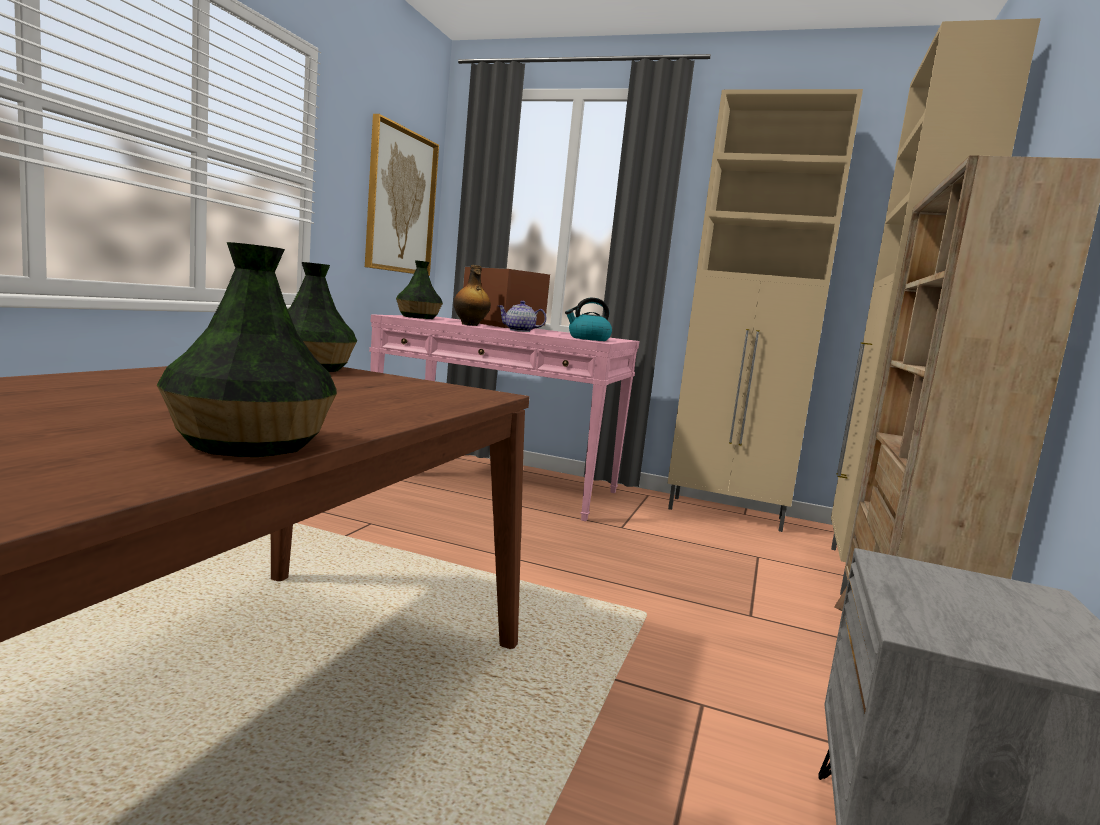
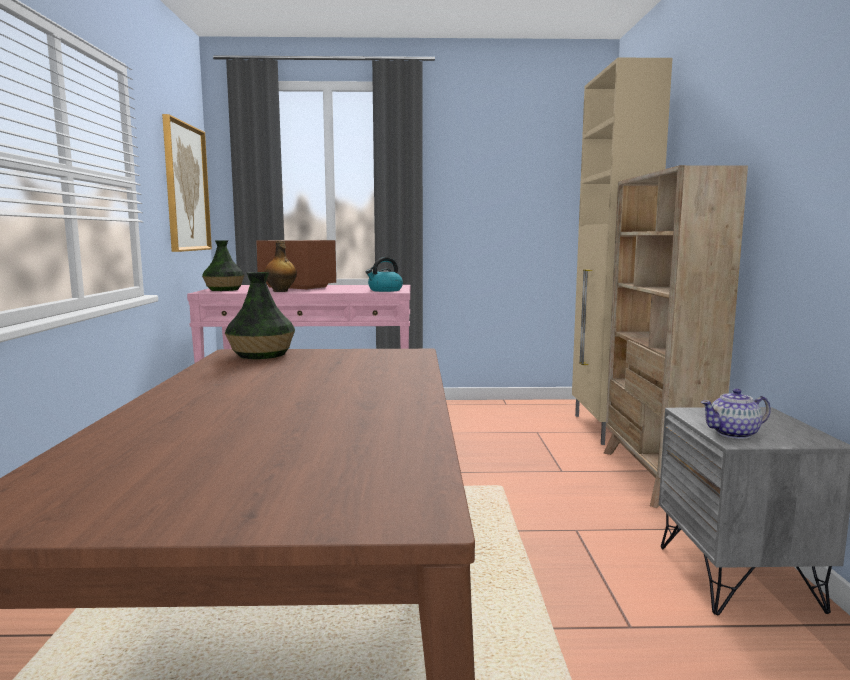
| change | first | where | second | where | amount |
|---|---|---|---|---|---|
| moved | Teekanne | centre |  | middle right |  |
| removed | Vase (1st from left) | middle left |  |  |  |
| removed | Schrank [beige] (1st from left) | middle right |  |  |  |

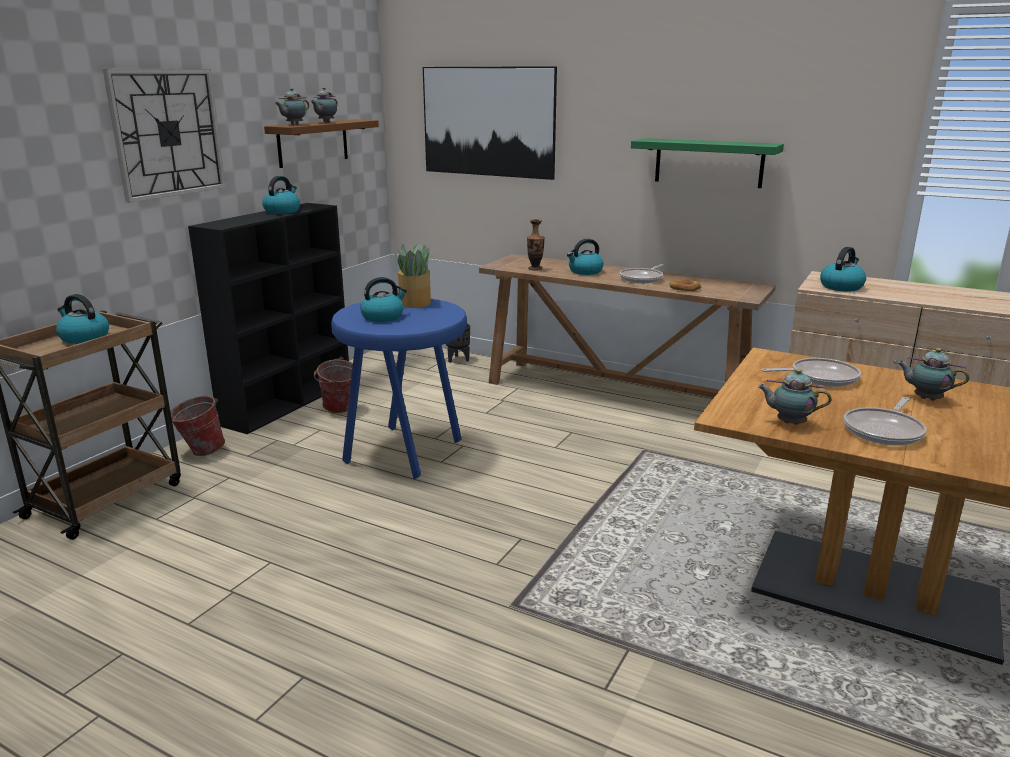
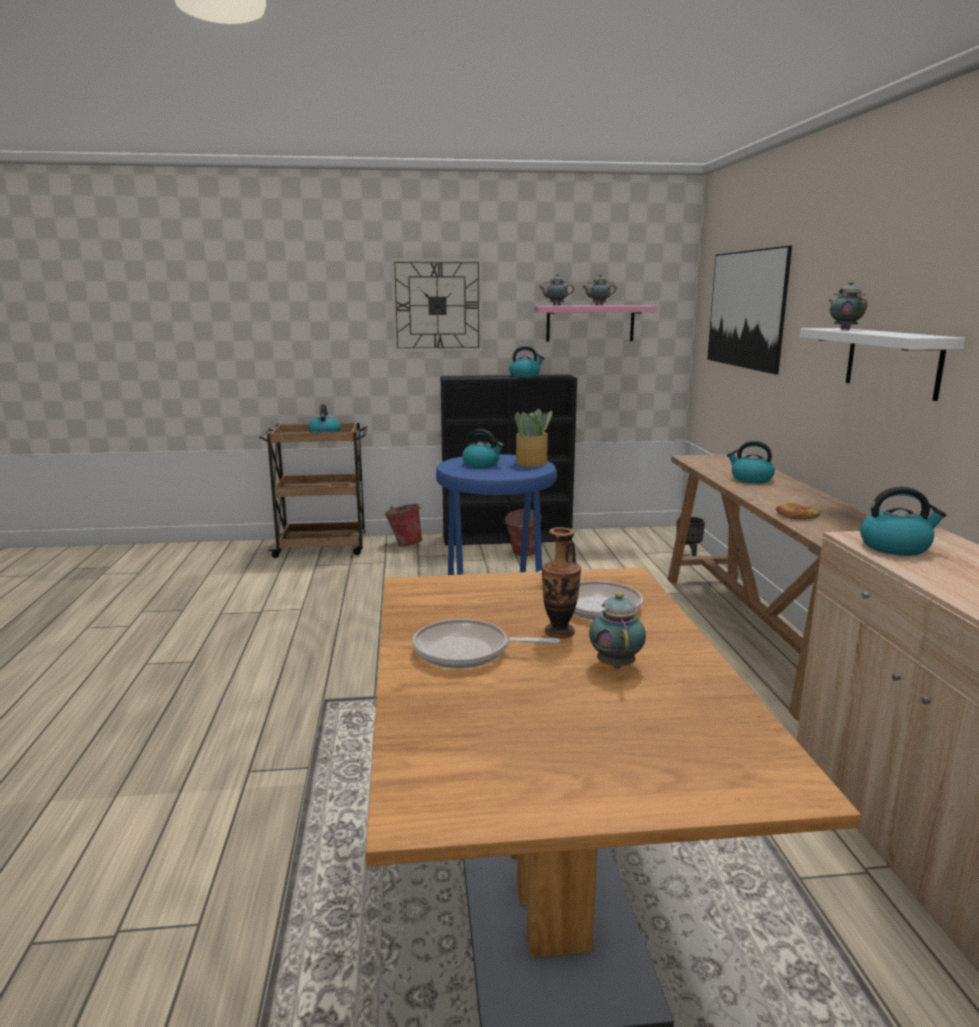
| change | first | where | second | where | amount |
|---|---|---|---|---|---|
| recoloured | Wandregal [braun] | top left | Wandregal [rosa] | top centre |  |
| moved | Vase | top centre |  | centre |  |
| recoloured | Wandregal [grün] | top right | Wandregal [weiß] | middle right |  |
| moved | Teekanne (3rd from left in the first image) | middle right | Teekanne (4th from left) | top right |  |
| removed | Pfanne (1st from left) | centre |  |  |  |

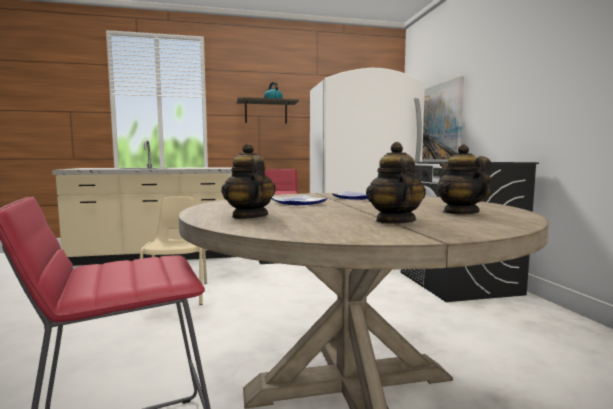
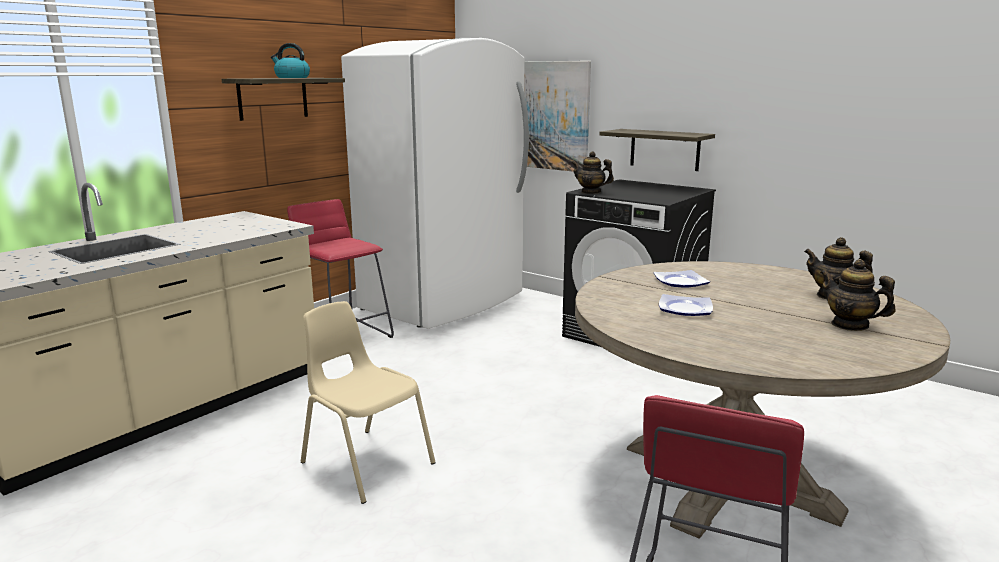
| change | first | where | second | where | amount |
|---|---|---|---|---|---|
| moved | Teekanne (1st from left) | centre |  | top centre |  |
| added |  |  | Wandregal (2nd from left) | top centre |  |

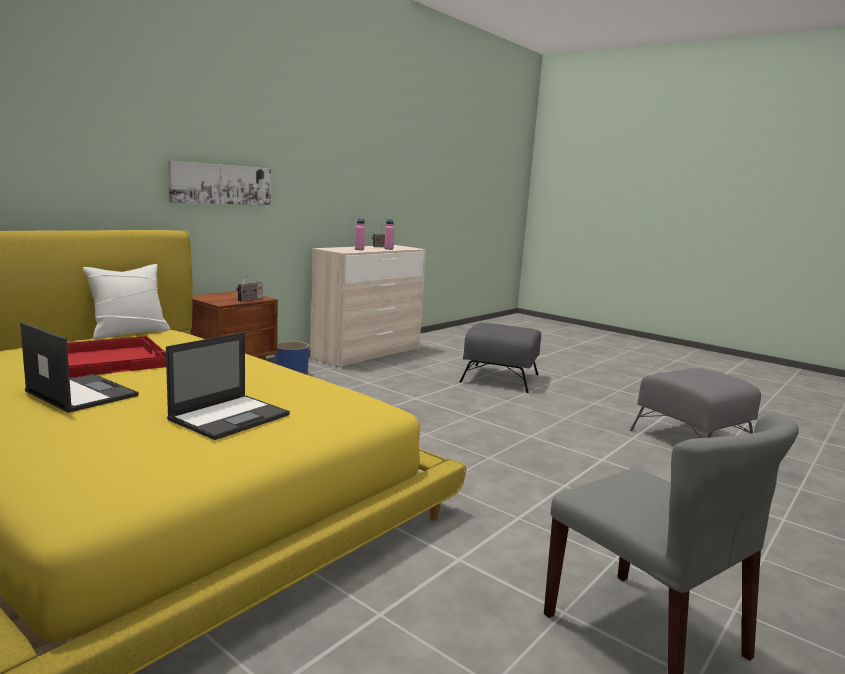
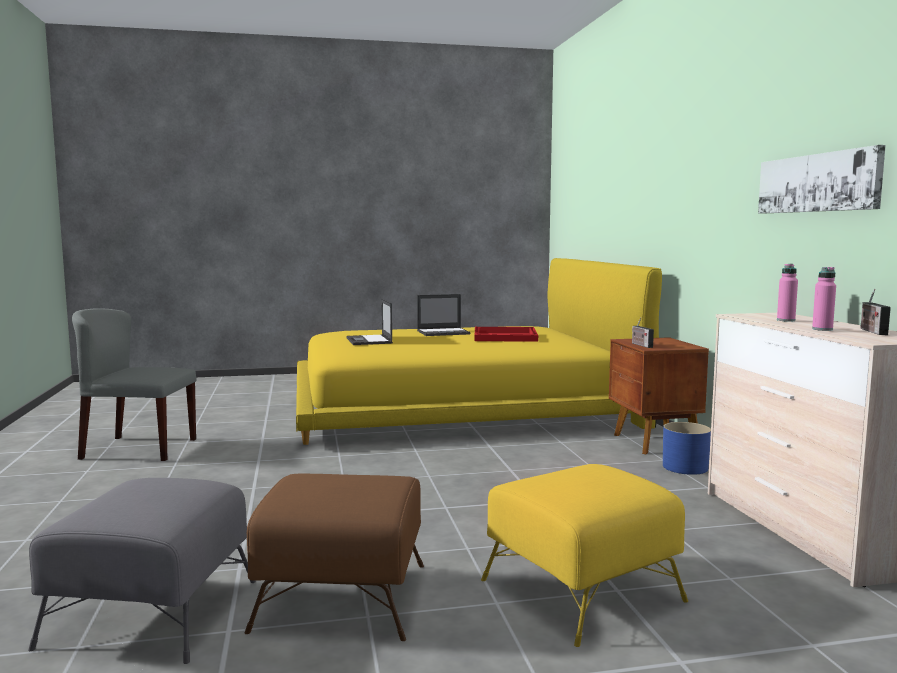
| change | first | where | second | where | amount |
|---|---|---|---|---|---|
| added |  |  | Polsterhocker [braun] | bottom centre |  |
| recoloured | Polsterhocker [grau] (1st from left) | centre | Polsterhocker [gelb] | bottom centre |  |
| moved | Bild | top left |  | top right |  |
| removed | Kissen [weiß] | middle left |  |  |  |

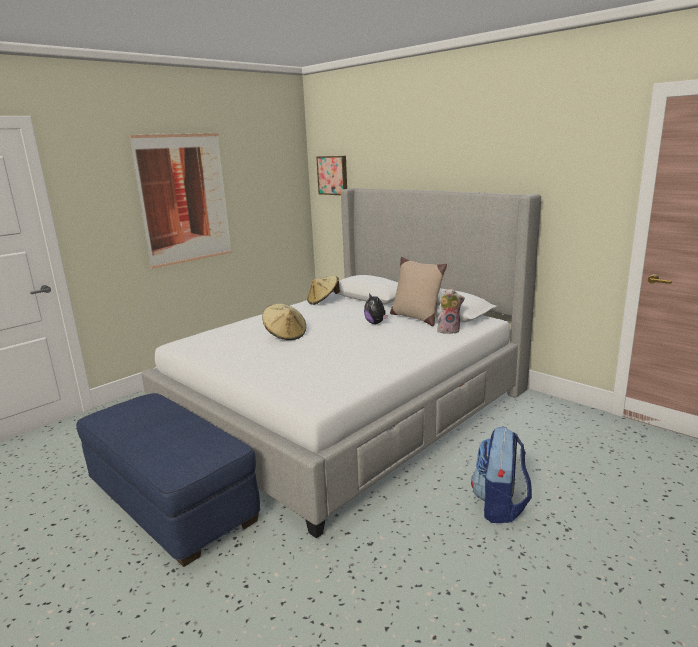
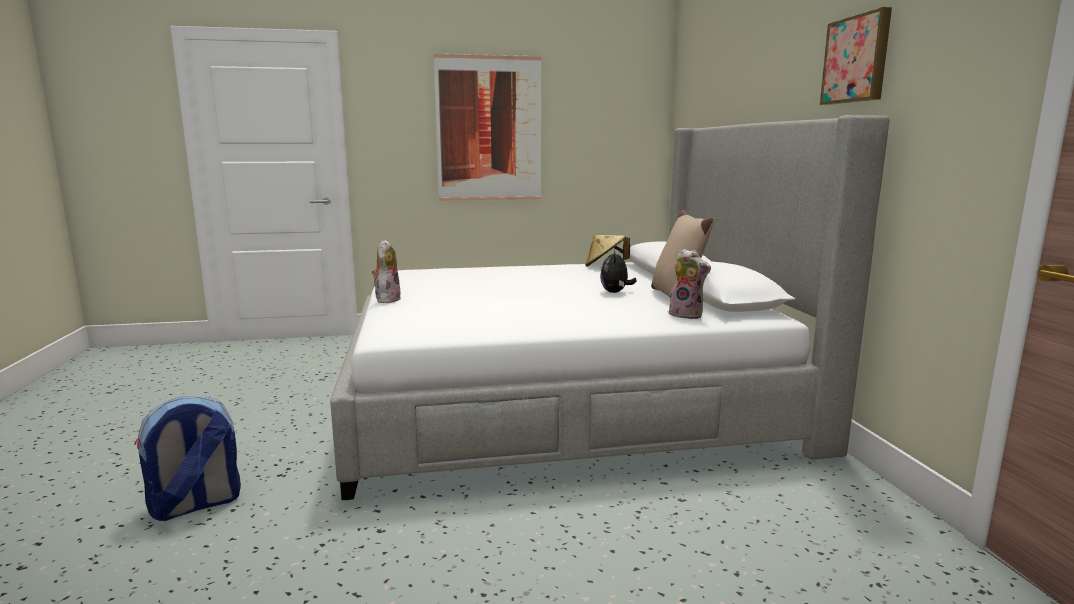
| change | first | where | second | where | amount |
|---|---|---|---|---|---|
| moved | Rucksack | bottom right |  | bottom left |  |
| added |  |  | Plüschtier (1st from left) | centre |  |
| moved | Bild (2nd from left) | top centre |  | top right |  |
| removed | Polsterhocker [blau] | bottom left |  |  |  |
| removed | Hut [beige] (1st from left) | centre |  |  |  |

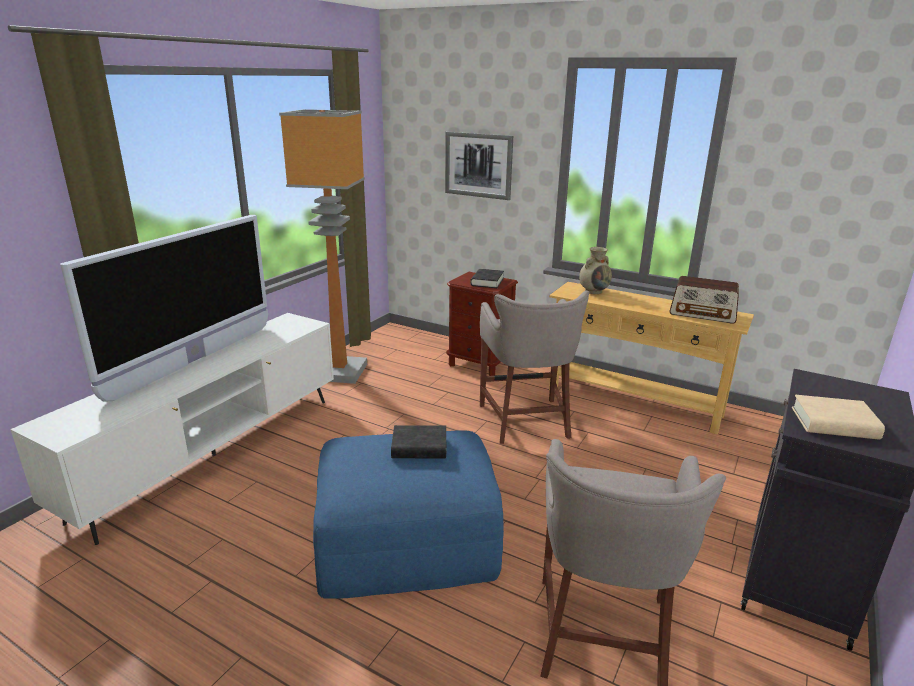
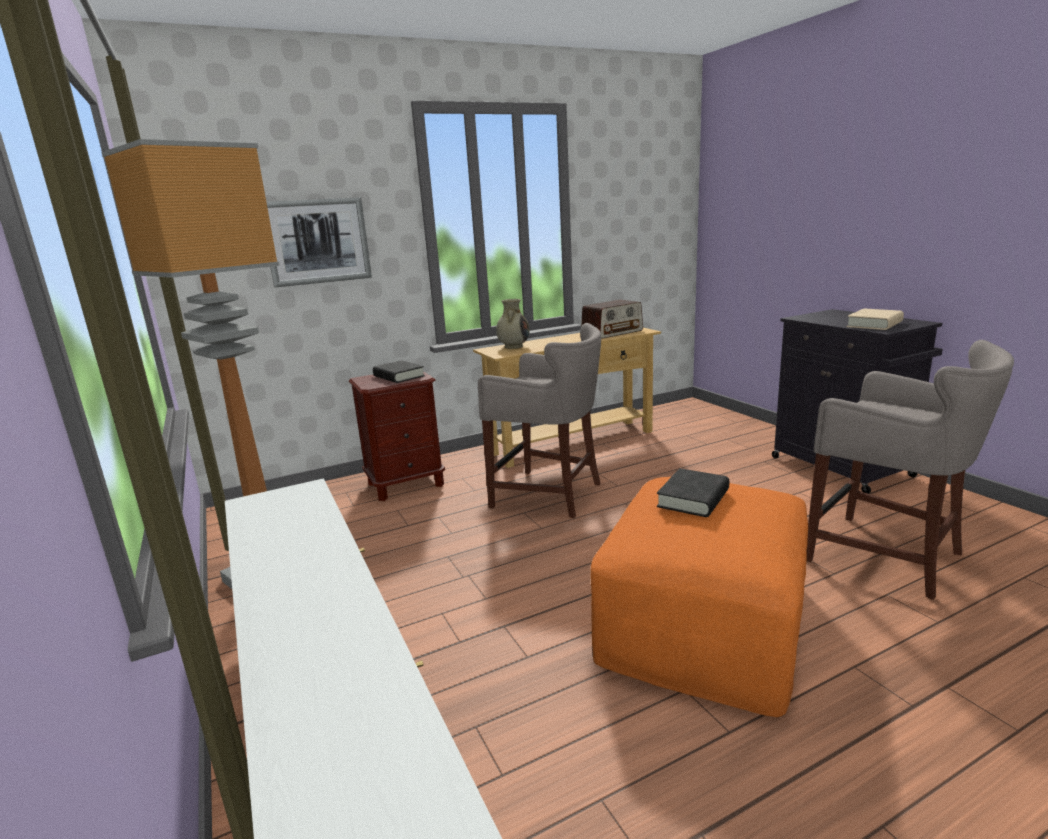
| change | first | where | second | where | amount |
|---|---|---|---|---|---|
| recoloured | Polsterhocker [blau] | bottom centre | Polsterhocker [orange] | bottom right |  |
| removed | Fernseher | middle left |  |  |  |

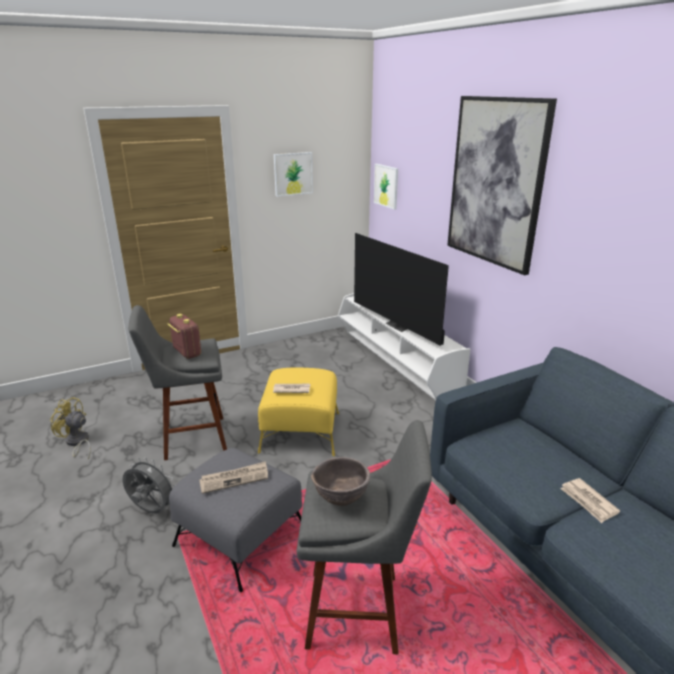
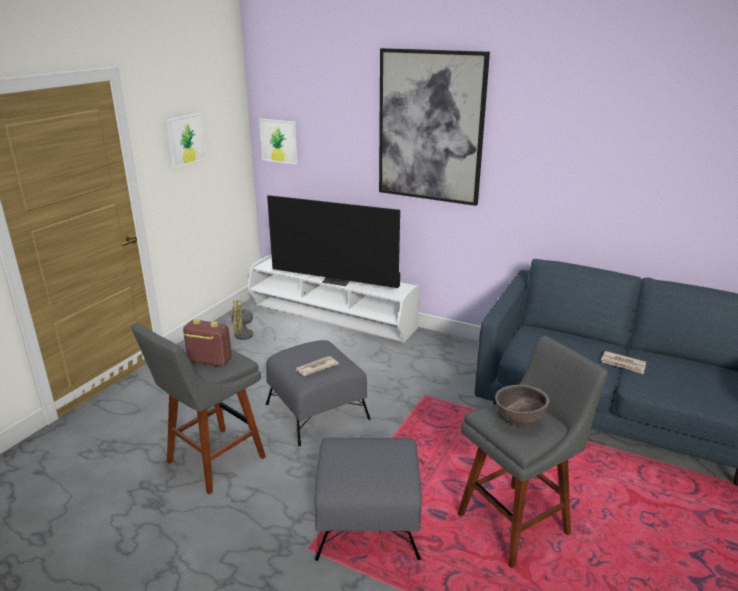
| change | first | where | second | where | amount |
|---|---|---|---|---|---|
| moved | Ventilator [gelb] | middle left |  | centre |  |
| recoloured | Polsterhocker [gelb] | centre | Polsterhocker [grau] (1st from left) | centre |  |
| removed | Ventilator [grau] | bottom left |  |  |  |
| removed | Zeitung (1st from left) | bottom centre |  |  |  |

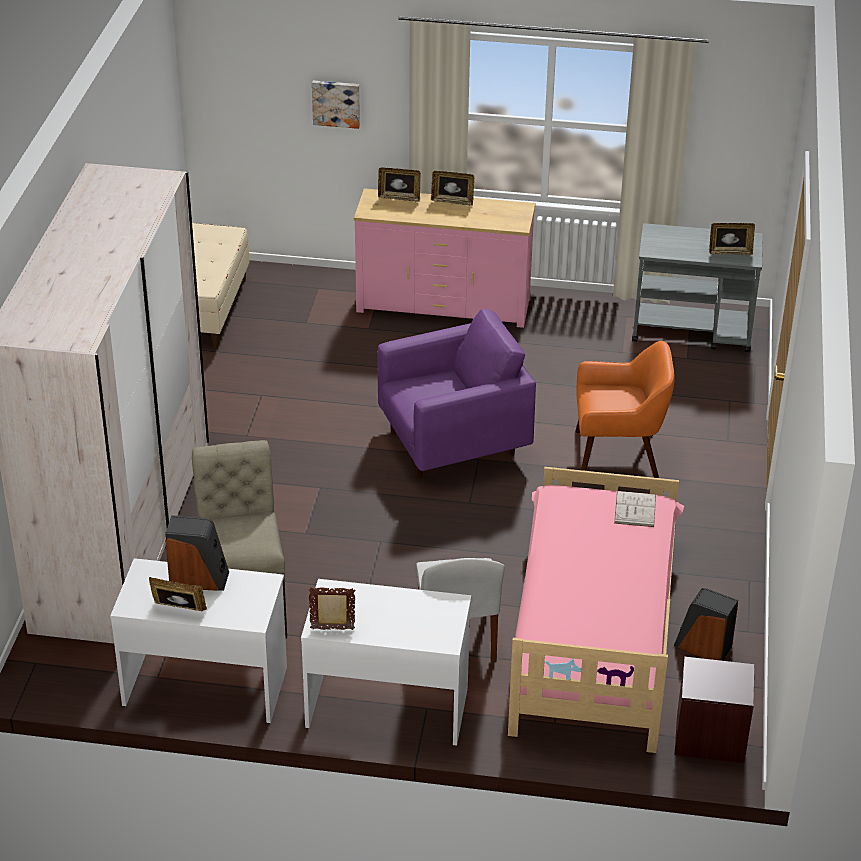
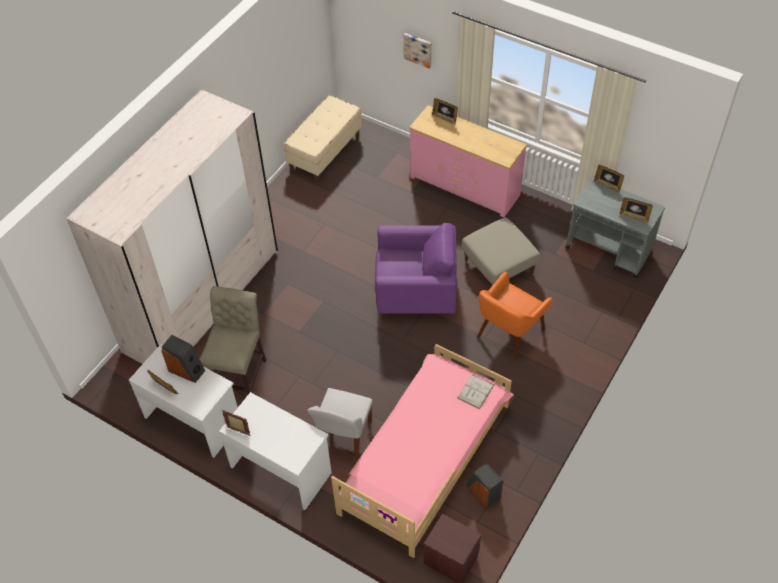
| change | first | where | second | where | amount |
|---|---|---|---|---|---|
| added |  |  | Polsterhocker [beige] | centre |  |
| turned | Sessel [orange] | middle right |  | centre | 105 degrees clockwise |
| moved | Bilderrahmen (4th from left) | top centre |  | top right |  |

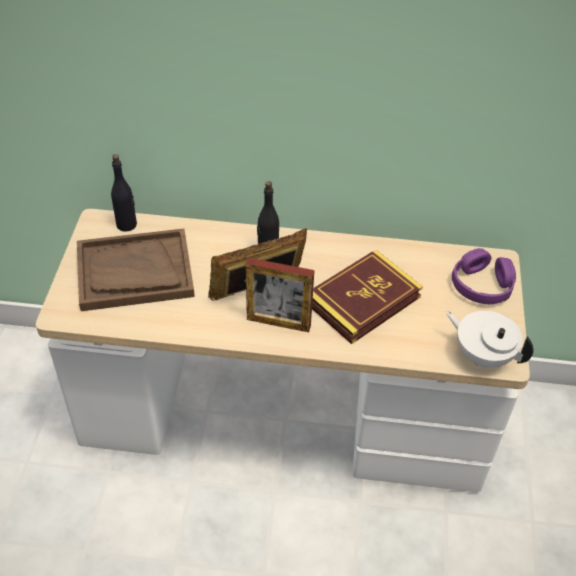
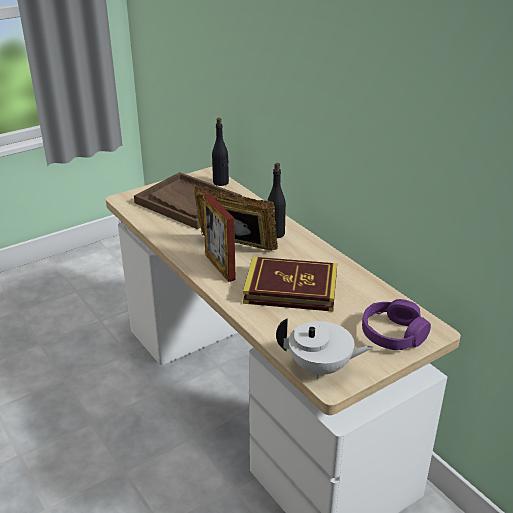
| change | first | where | second | where | amount |
|---|---|---|---|---|---|
| turned | Teekanne [weiß] | middle right |  | bottom centre | 105 degrees clockwise |

